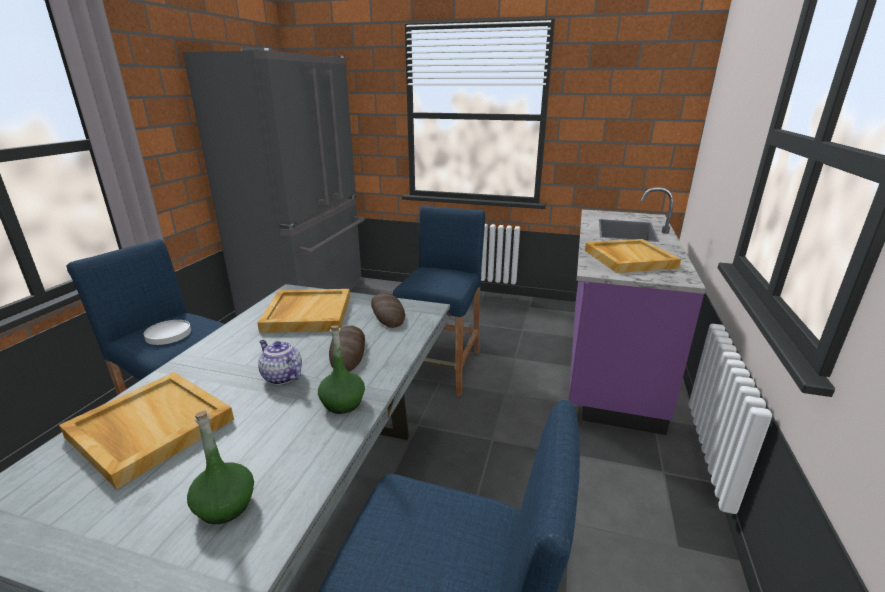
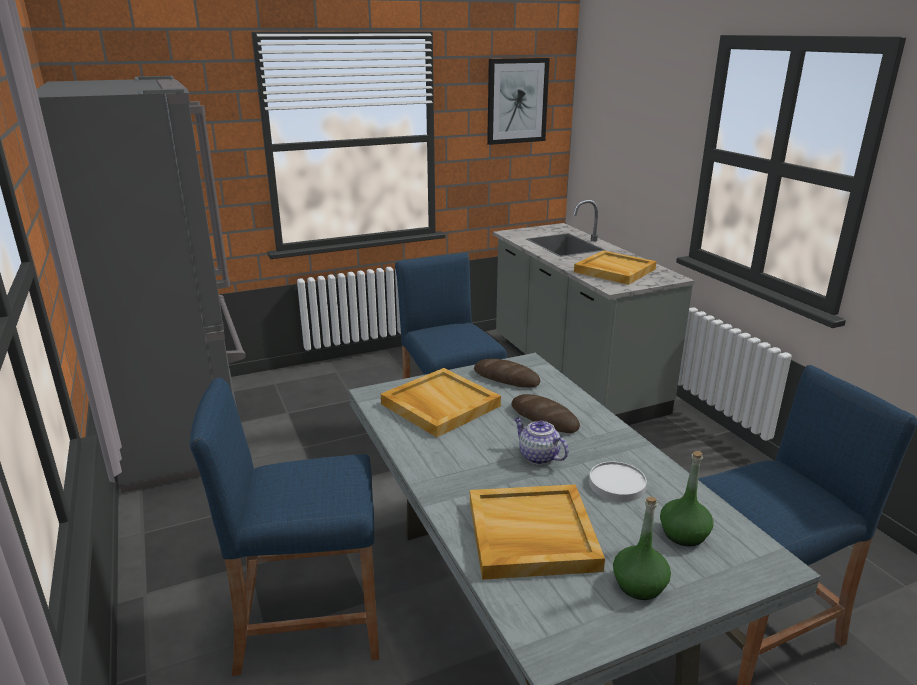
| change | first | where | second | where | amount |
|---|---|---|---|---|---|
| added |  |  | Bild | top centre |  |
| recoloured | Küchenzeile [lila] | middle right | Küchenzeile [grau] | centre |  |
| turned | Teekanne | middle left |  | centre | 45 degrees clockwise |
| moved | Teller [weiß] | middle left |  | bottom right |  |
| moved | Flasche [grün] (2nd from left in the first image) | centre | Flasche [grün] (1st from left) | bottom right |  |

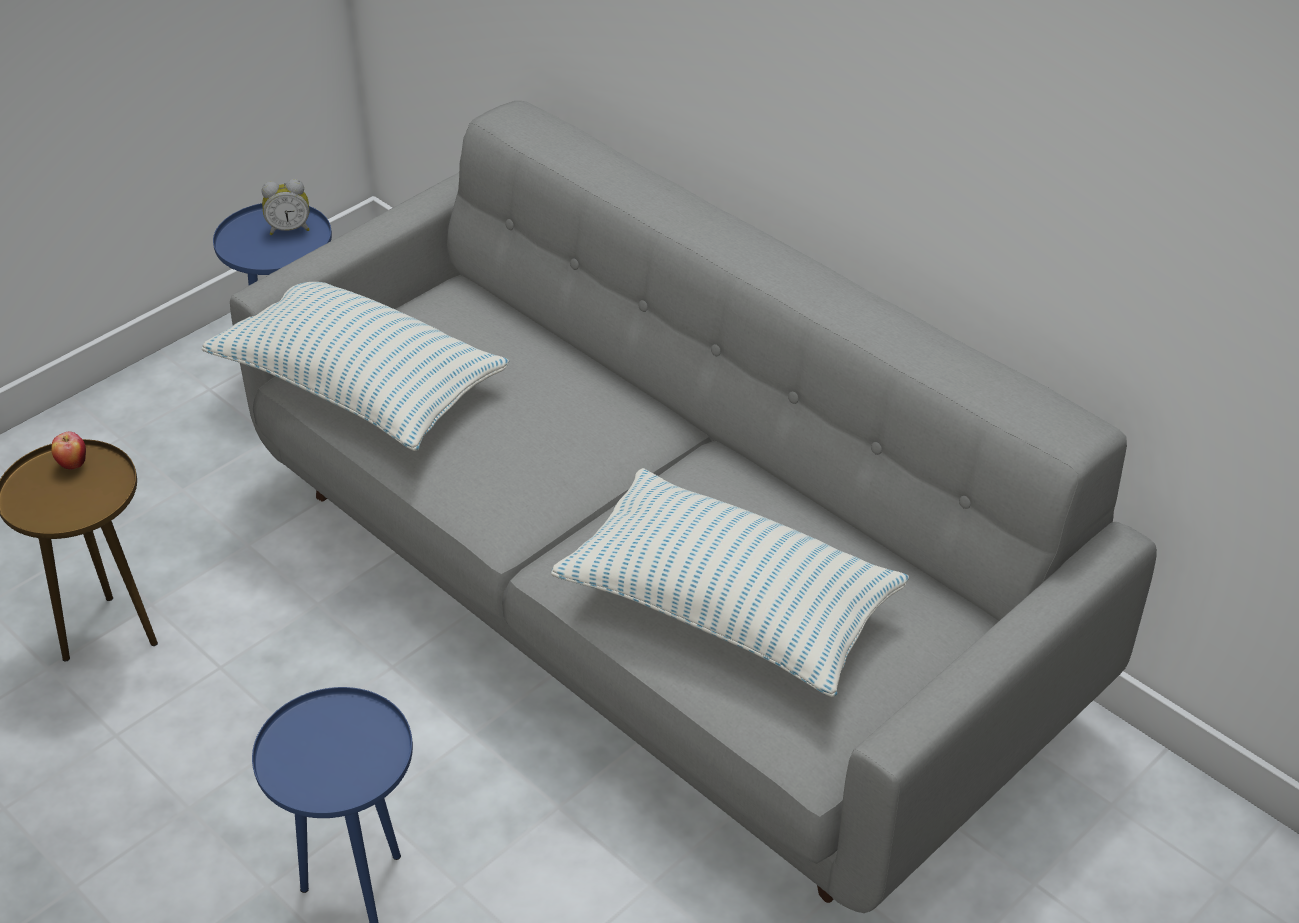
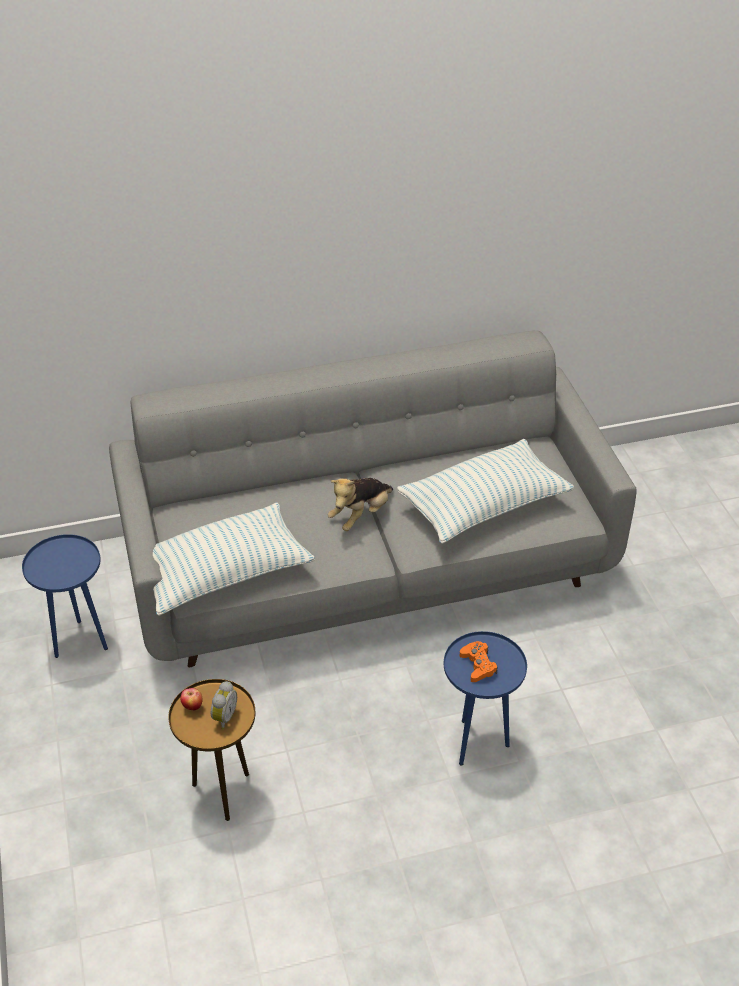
| change | first | where | second | where | amount |
|---|---|---|---|---|---|
| moved | Wecker | top left |  | bottom left |  |
| added |  |  | Plüschtier | centre |  |
| added |  |  | Gamepad [orange] | bottom centre |  |

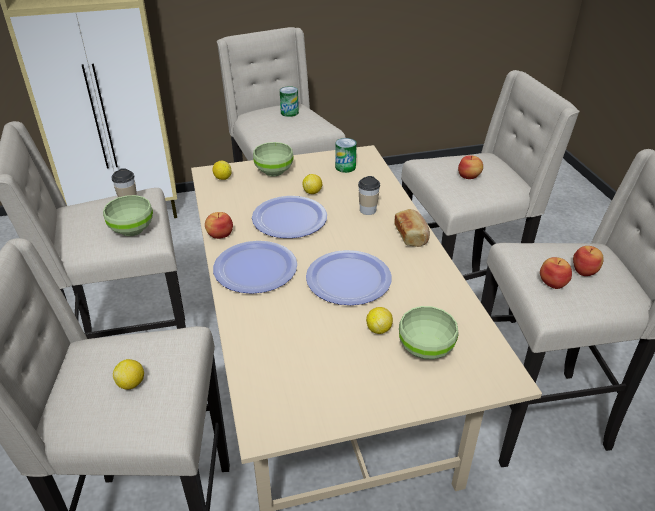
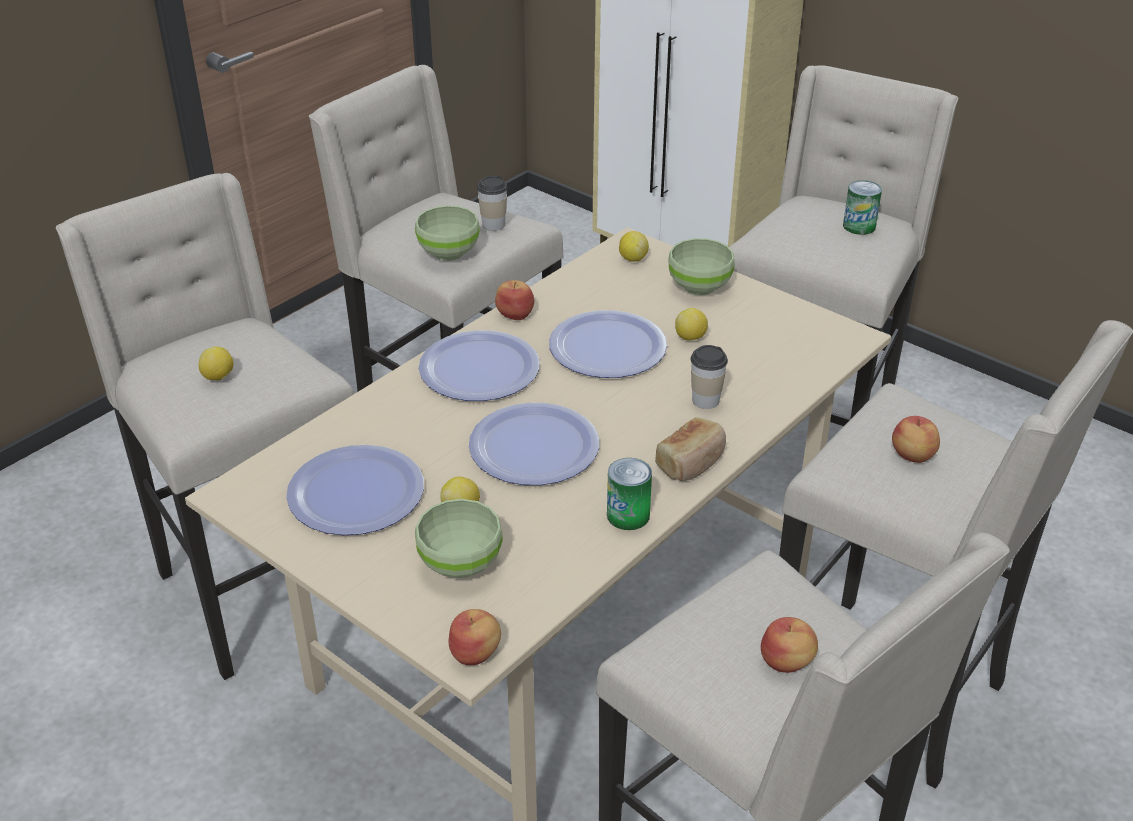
| change | first | where | second | where | amount |
|---|---|---|---|---|---|
| added |  |  | Teller (1st from left) | middle left |  |
| moved | Apfel (3rd from left in the first image) | middle right | Apfel (1st from left) | bottom centre |  |
| moved | Dose (2nd from left in the first image) | top centre | Dose (1st from left) | centre |  |

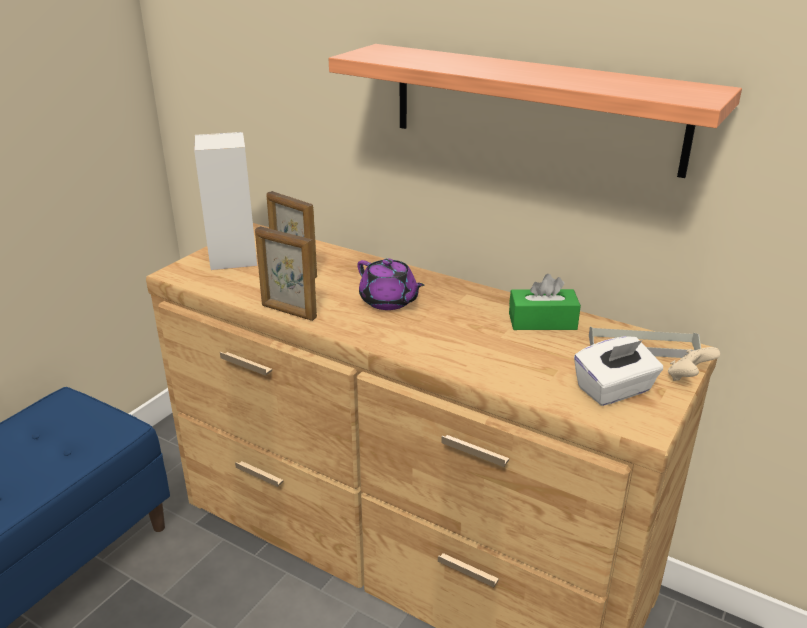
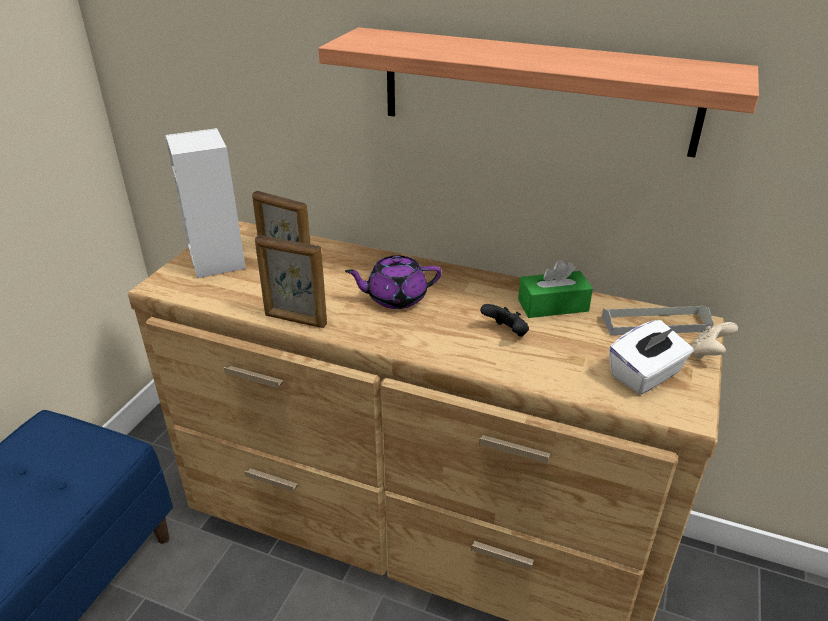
| change | first | where | second | where | amount |
|---|---|---|---|---|---|
| turned | Teekanne [lila] | centre |  | centre | 135 degrees clockwise |
| added |  |  | Gamepad [schwarz] | centre |  |

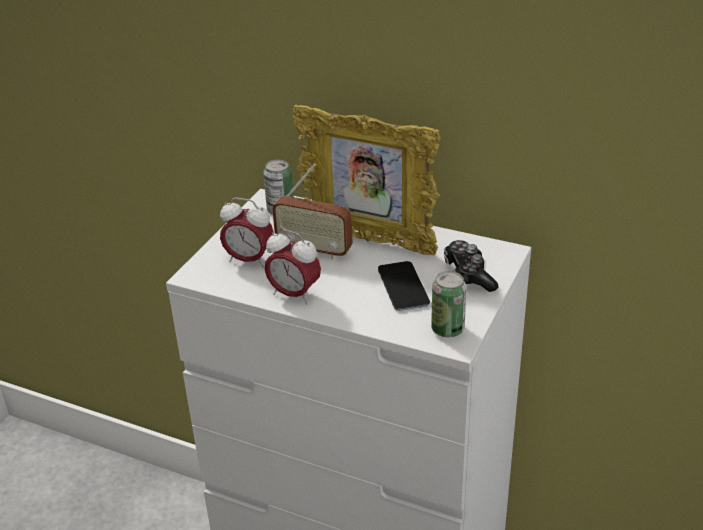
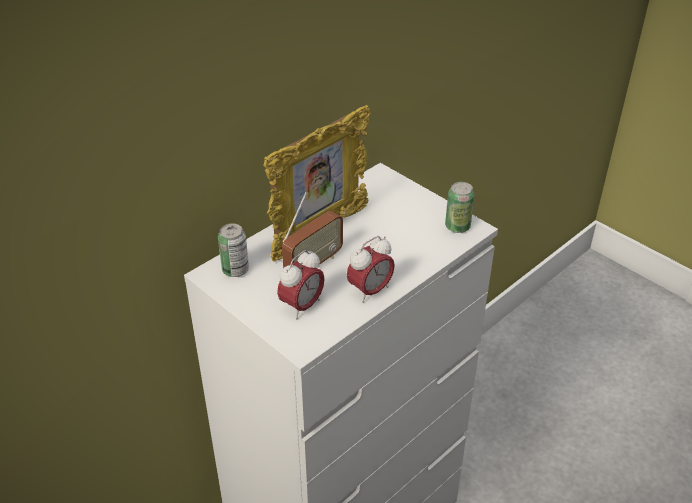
| change | first | where | second | where | amount |
|---|---|---|---|---|---|
| removed | Handy | centre |  |  |  |
| removed | Gamepad | middle right |  |  |  |

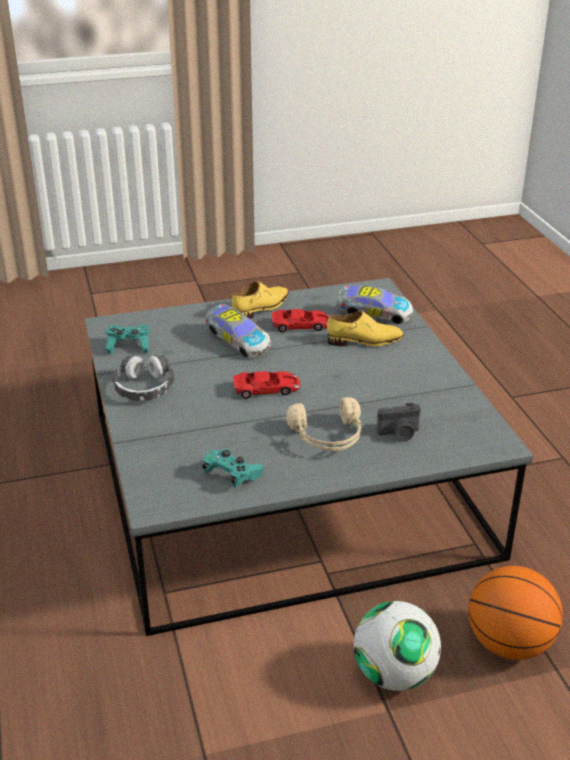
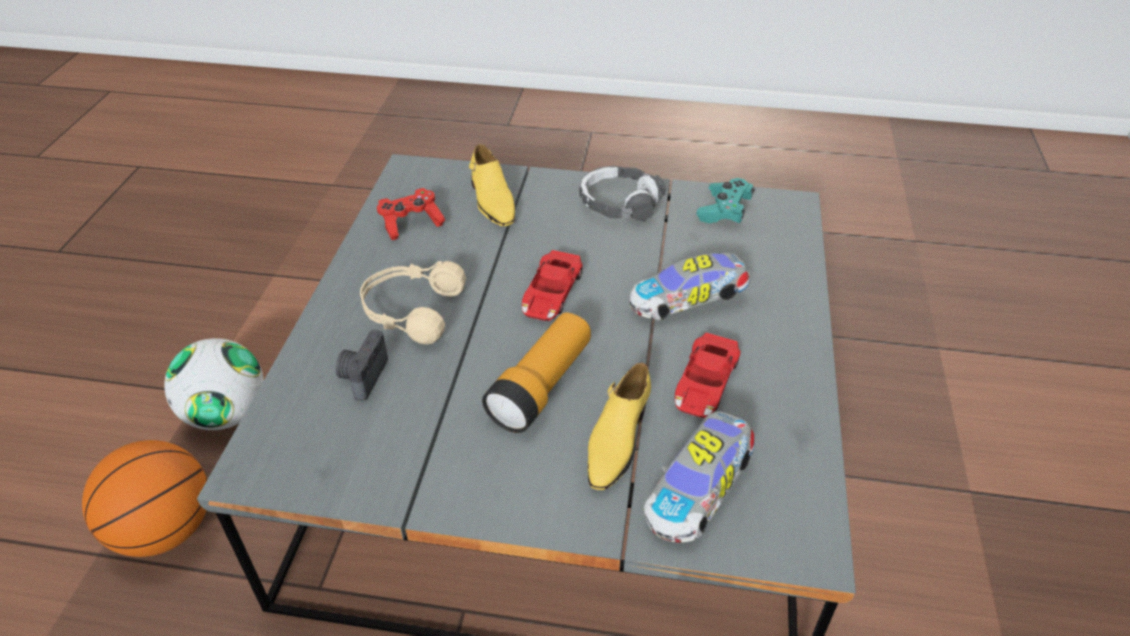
| change | first | where | second | where | amount |
|---|---|---|---|---|---|
| recoloured | Gamepad [türkis] (2nd from left) | centre | Gamepad [rot] | centre |  |
| moved | Schuh [gelb] (1st from left) | centre |  | top centre |  |
| added |  |  | Taschenlampe | centre |  |

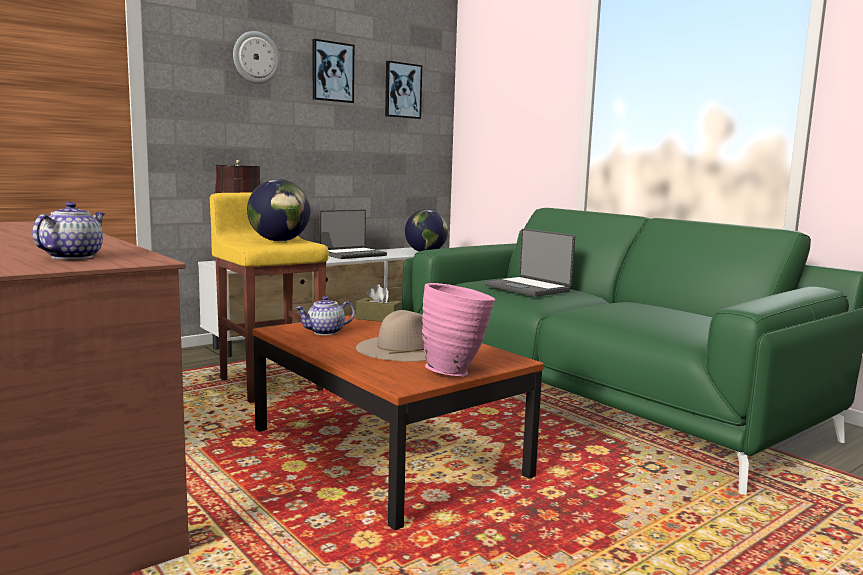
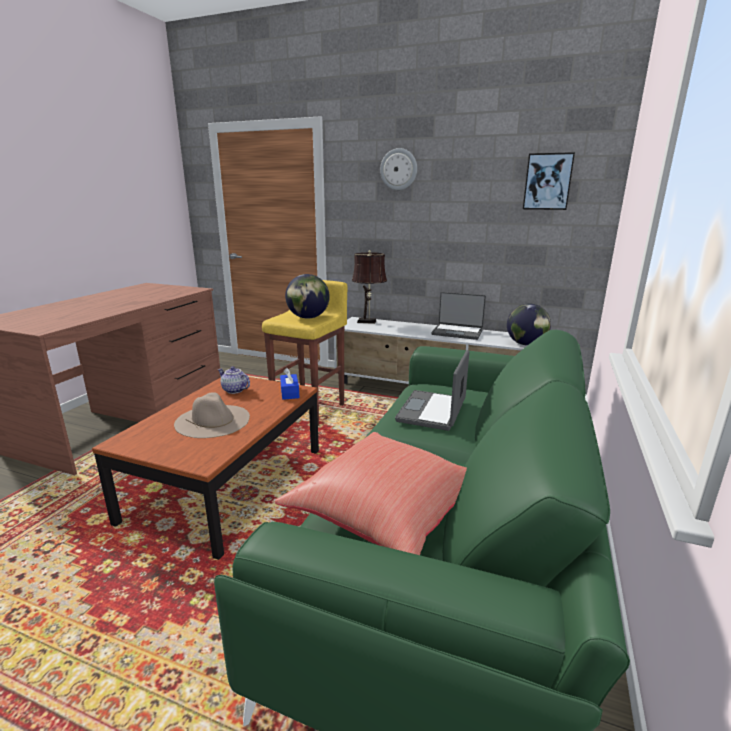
| change | first | where | second | where | amount |
|---|---|---|---|---|---|
| added |  |  | Kissen [rot] | bottom centre |  |
| recoloured | Taschentuchbox [braun] | centre | Taschentuchbox [blau] | centre |  |
| removed | Teekanne (1st from left) | middle left |  |  |  |
| removed | Bild (1st from left) | top centre |  |  |  |
| removed | Vase [rosa] | centre |  |  |  |

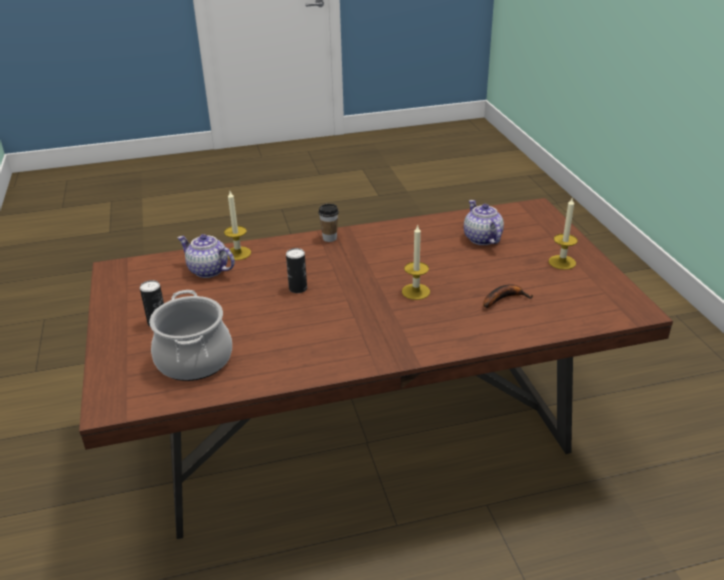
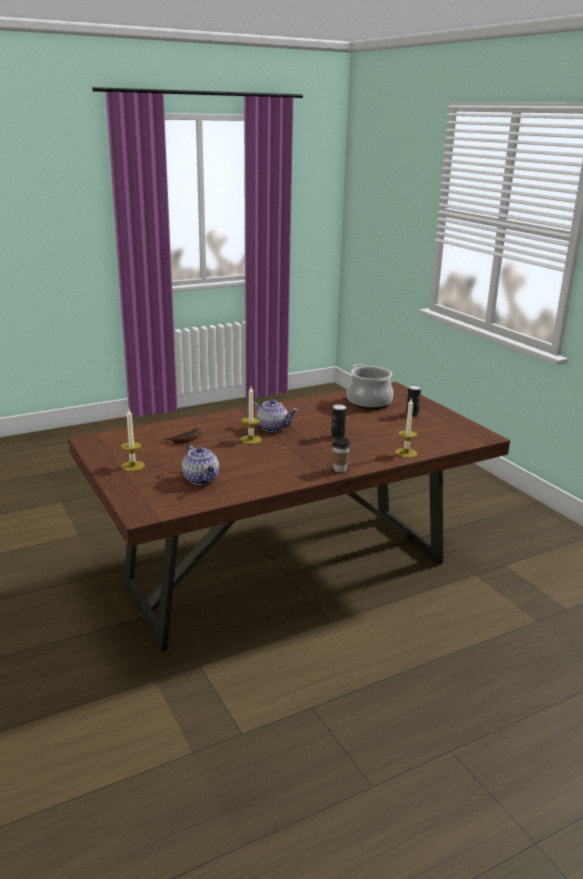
| change | first | where | second | where | amount |
|---|---|---|---|---|---|
| moved | Teekanne (1st from left in the first image) | middle left | Teekanne (2nd from left) | centre |  |

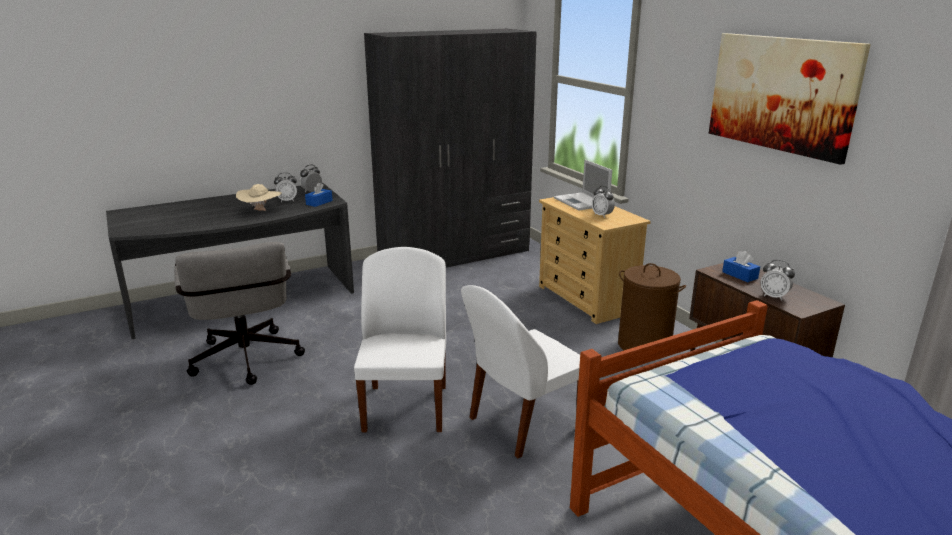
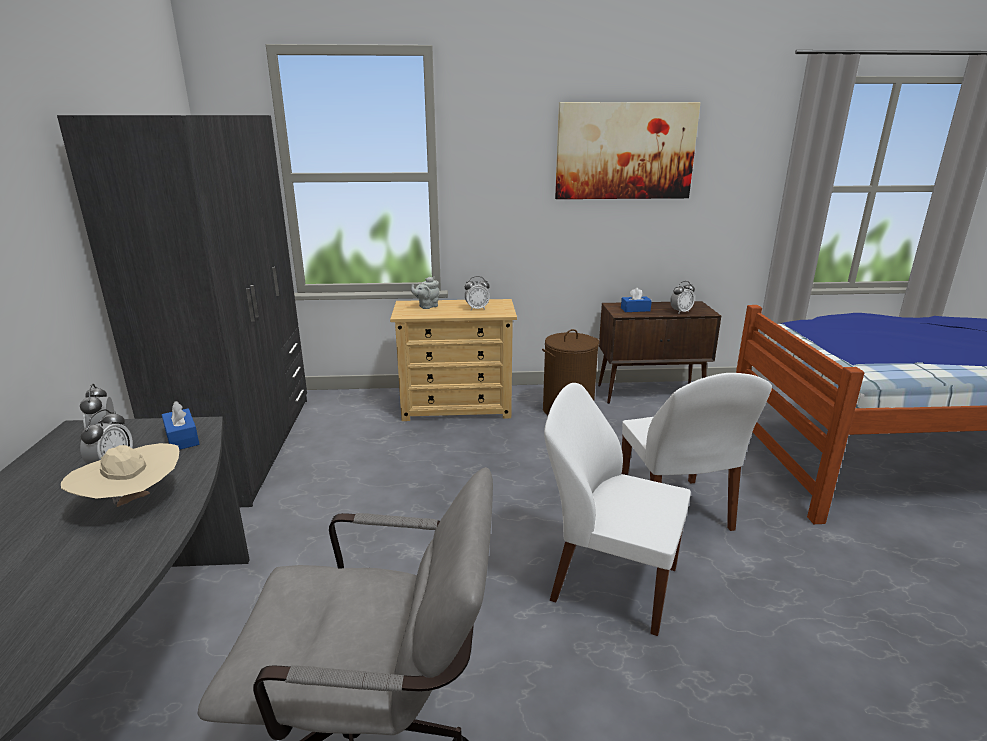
| change | first | where | second | where | amount |
|---|---|---|---|---|---|
| replaced | Laptop | centre | Teekanne [grau] | centre |  |

